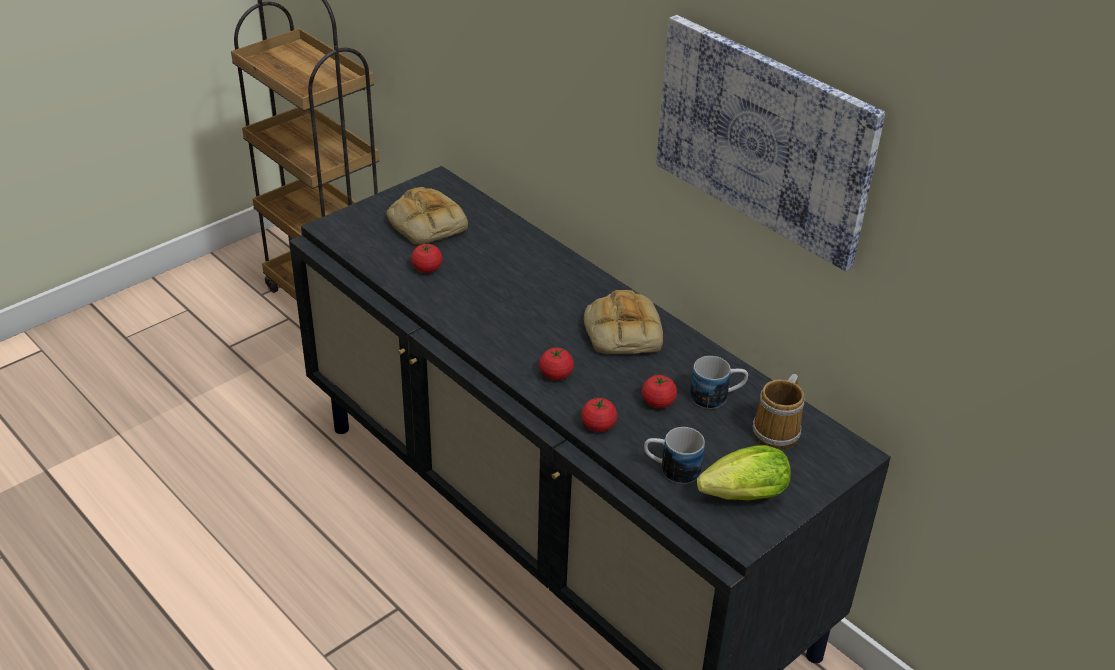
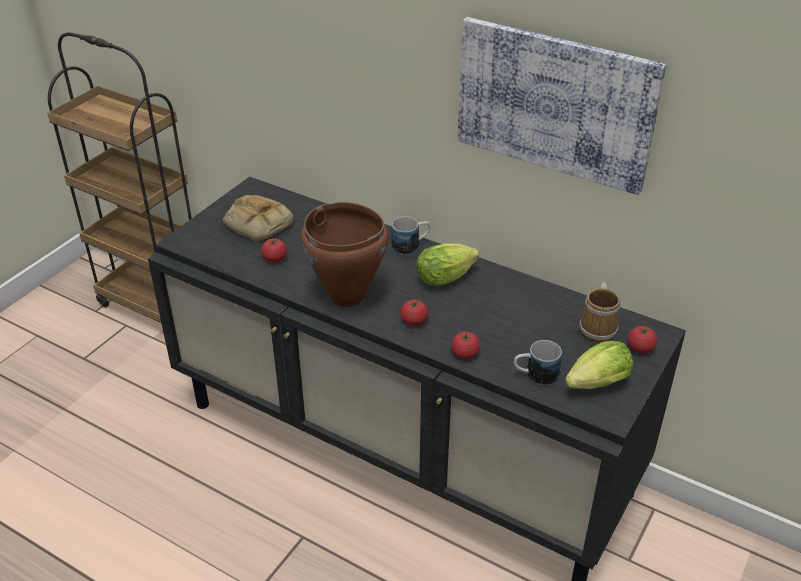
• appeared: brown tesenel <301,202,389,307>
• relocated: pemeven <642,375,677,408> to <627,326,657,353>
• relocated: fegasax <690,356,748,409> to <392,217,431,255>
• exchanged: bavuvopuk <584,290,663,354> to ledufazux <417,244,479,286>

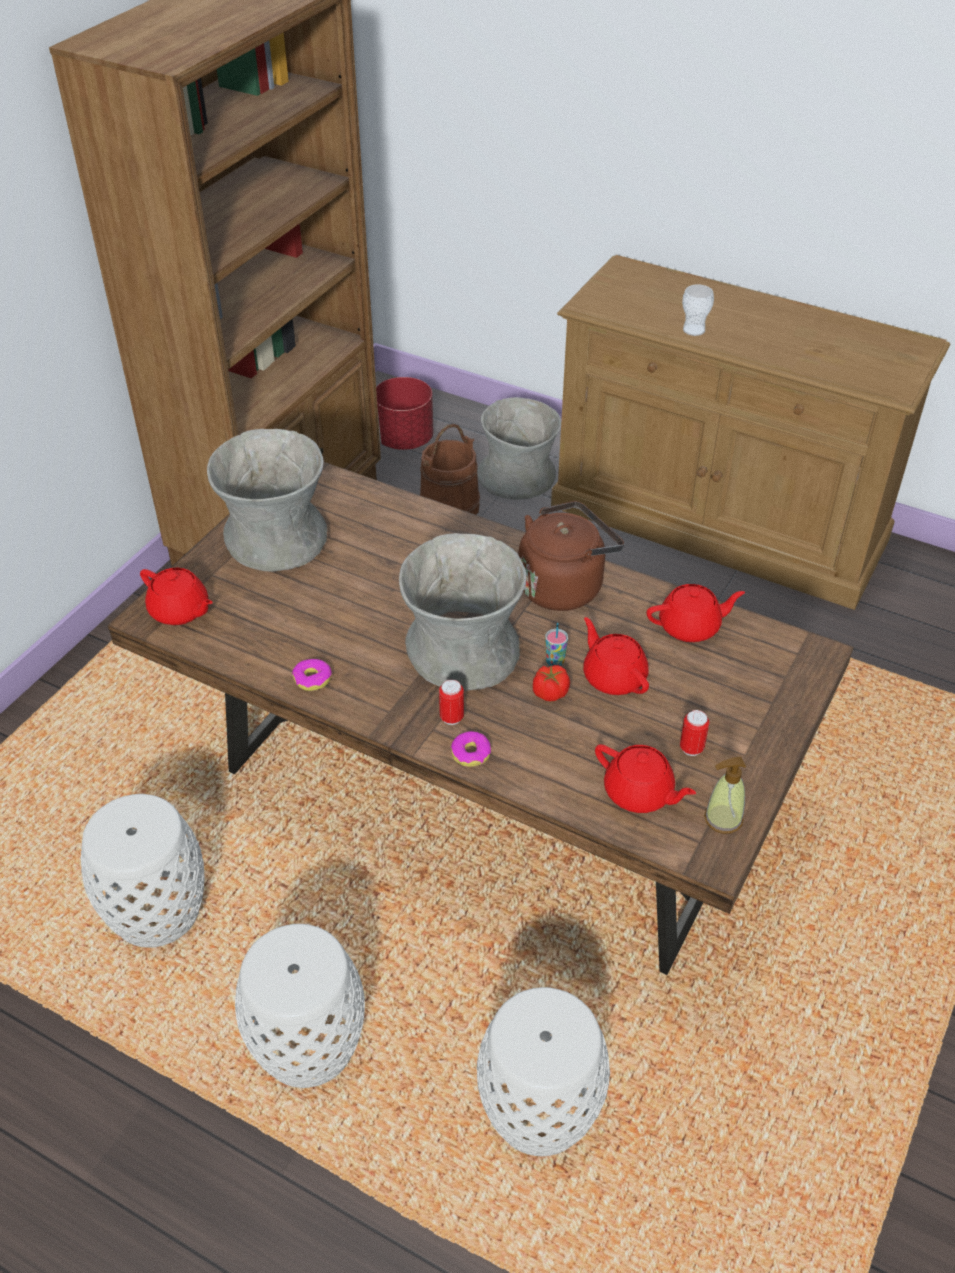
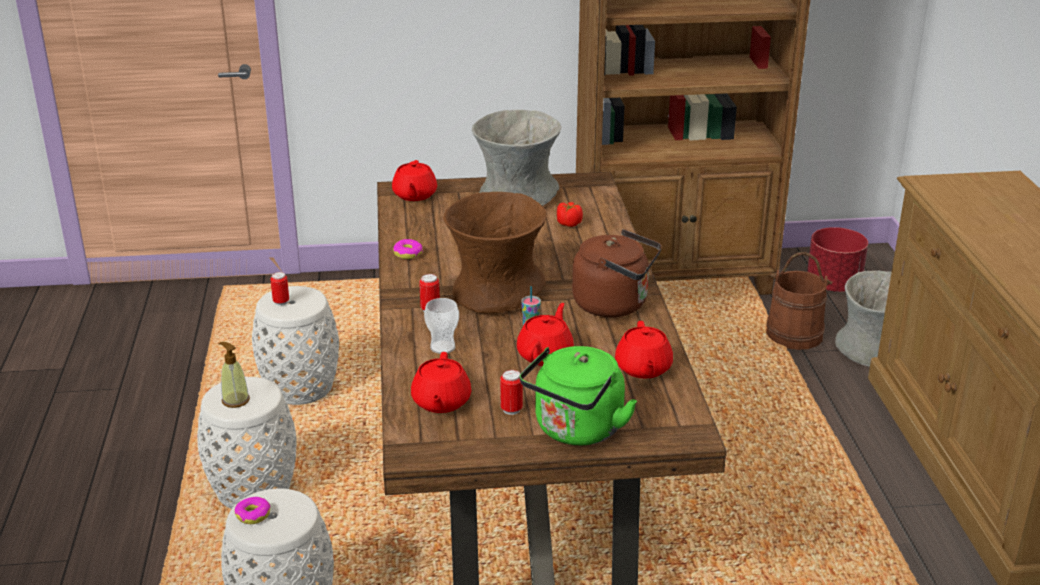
• appeared: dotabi <270,272,289,306>
• appeared: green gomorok <520,346,637,445>
• relocated: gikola <451,731,491,767> to <234,497,271,524>
• relocated: pemeven <533,665,570,701> to <557,202,583,227>
• relocated: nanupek <682,284,714,336> to <424,298,459,354>
• relocated: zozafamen <704,757,746,834> to <218,342,250,408>
• colour: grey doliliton <399,533,527,691> to brown doliliton <443,192,547,313>
• spun: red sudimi <647,584,745,642> = <615,321,673,379> 45 degrees clockwise

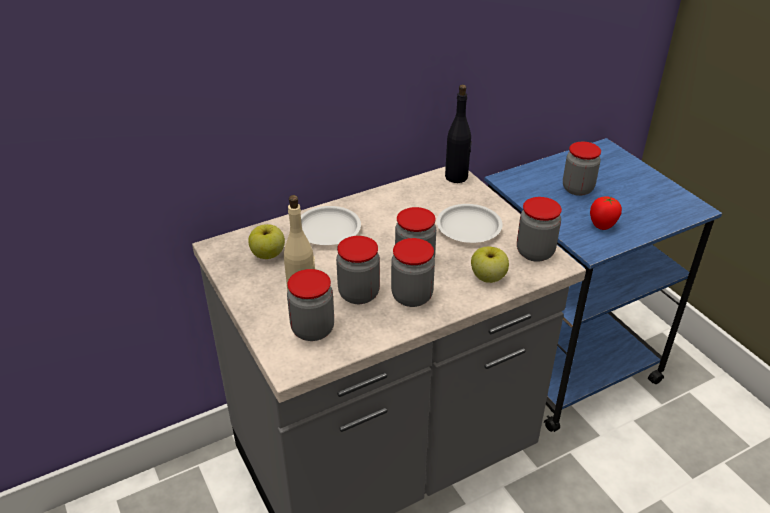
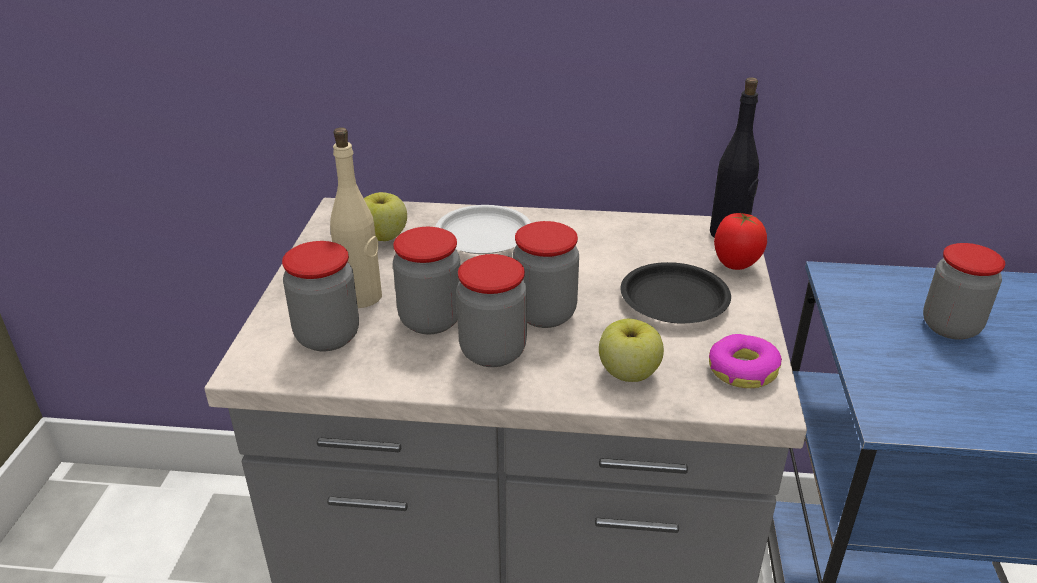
• relocated: pemeven <590,196,622,230> to <714,213,767,270>
• exchanged: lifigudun <517,197,562,262> to gikola <709,334,782,388>
• colour: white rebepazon <436,204,503,243> to black rebepazon <620,262,731,324>

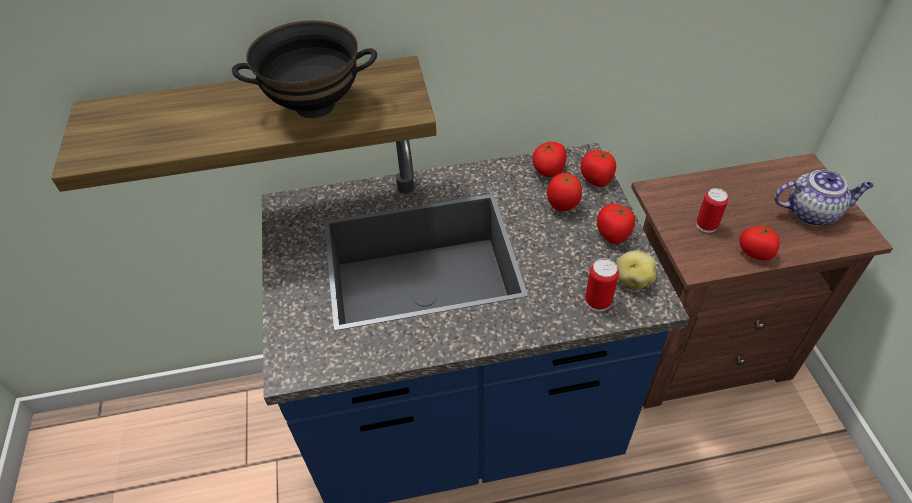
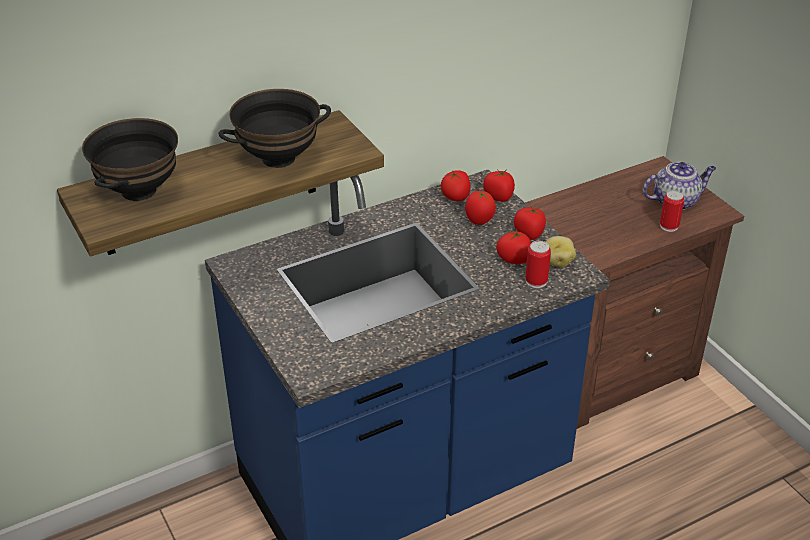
• appeared: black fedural <82,118,178,201>
• relocated: dotabi <696,188,728,233> to <660,190,684,232>
• relocated: pemeven <740,224,780,260> to <496,229,531,264>

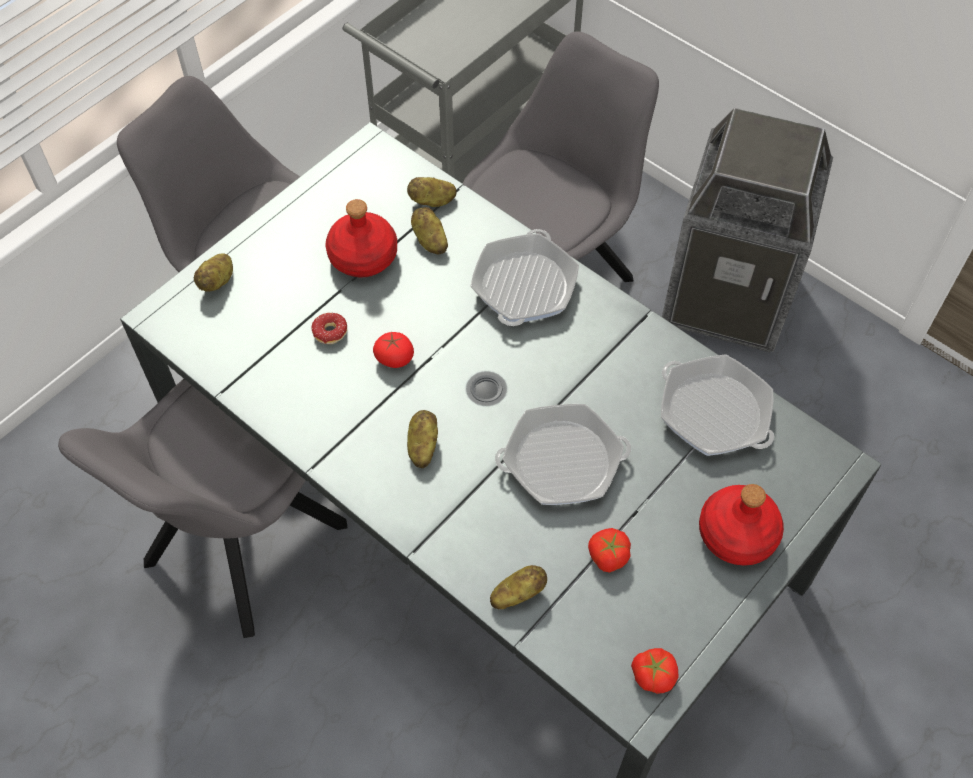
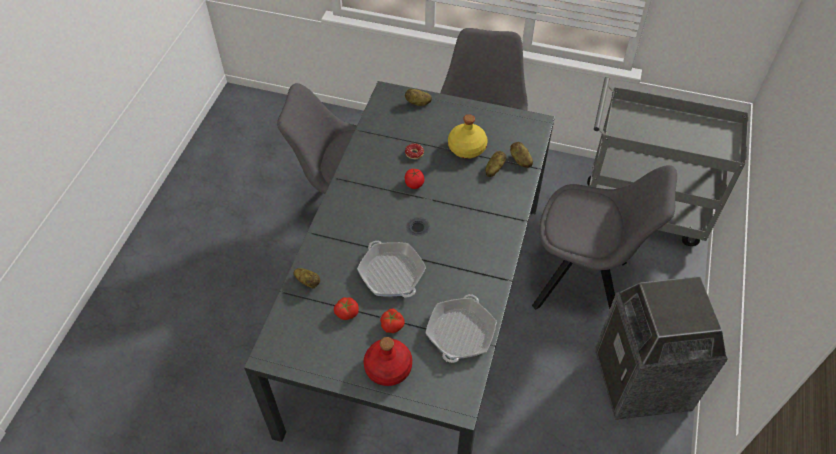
• missing: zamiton <407,410,438,468>
• missing: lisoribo <470,229,579,326>
• relocated: pemeven <631,648,679,694> to <380,309,405,333>
• colour: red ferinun <326,199,397,277> to yellow ferinun <448,114,488,159>

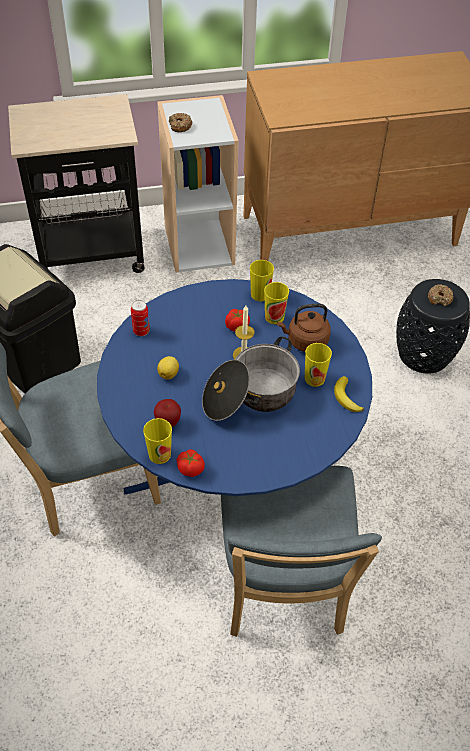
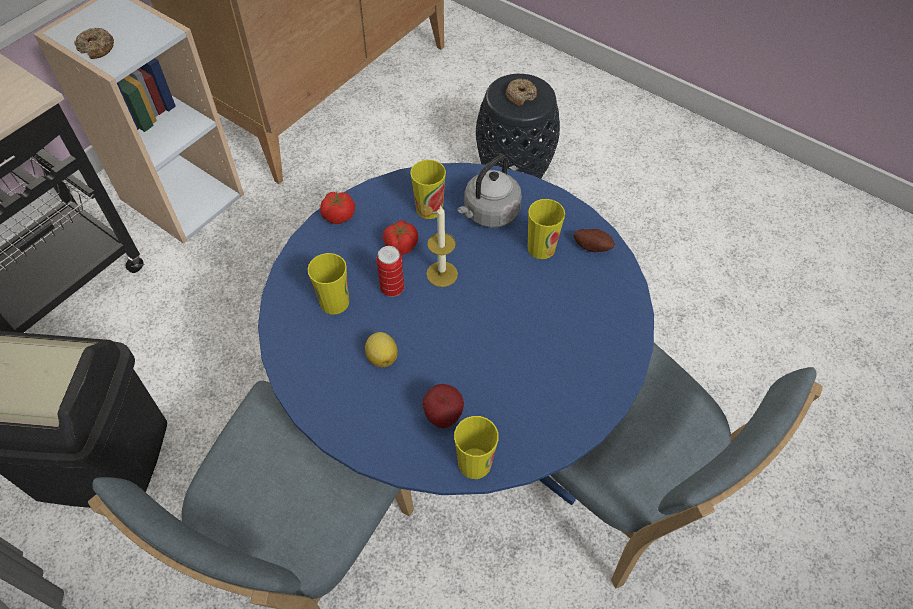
• missing: tesenel <202,337,300,421>
• relocated: dotabi <131,300,150,336> to <376,246,404,297>
• relocated: pemeven <176,449,205,477> to <320,192,355,224>
• relocated: nanupek <250,260,274,302> to <307,253,349,315>
• exchanged: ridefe <334,376,364,412> to zamiton <574,229,615,252>
• colour: brown gomorok <277,303,331,352> to grey gomorok <457,154,522,228>

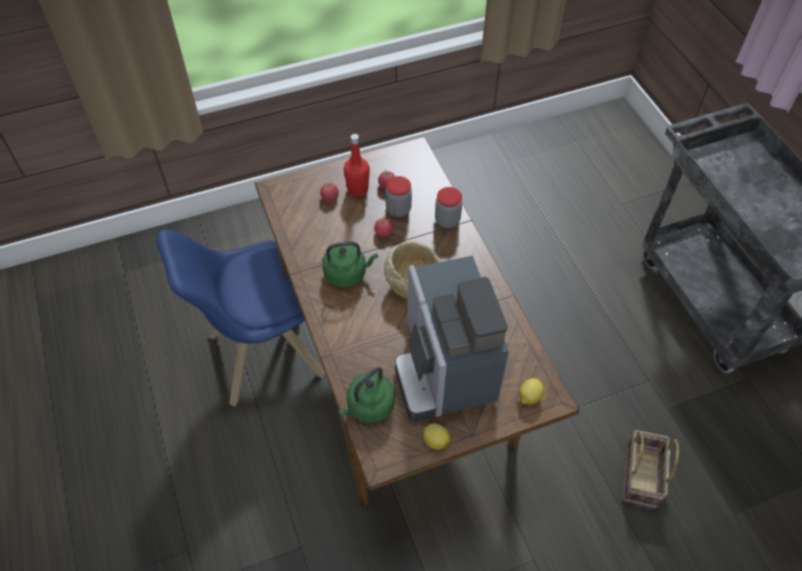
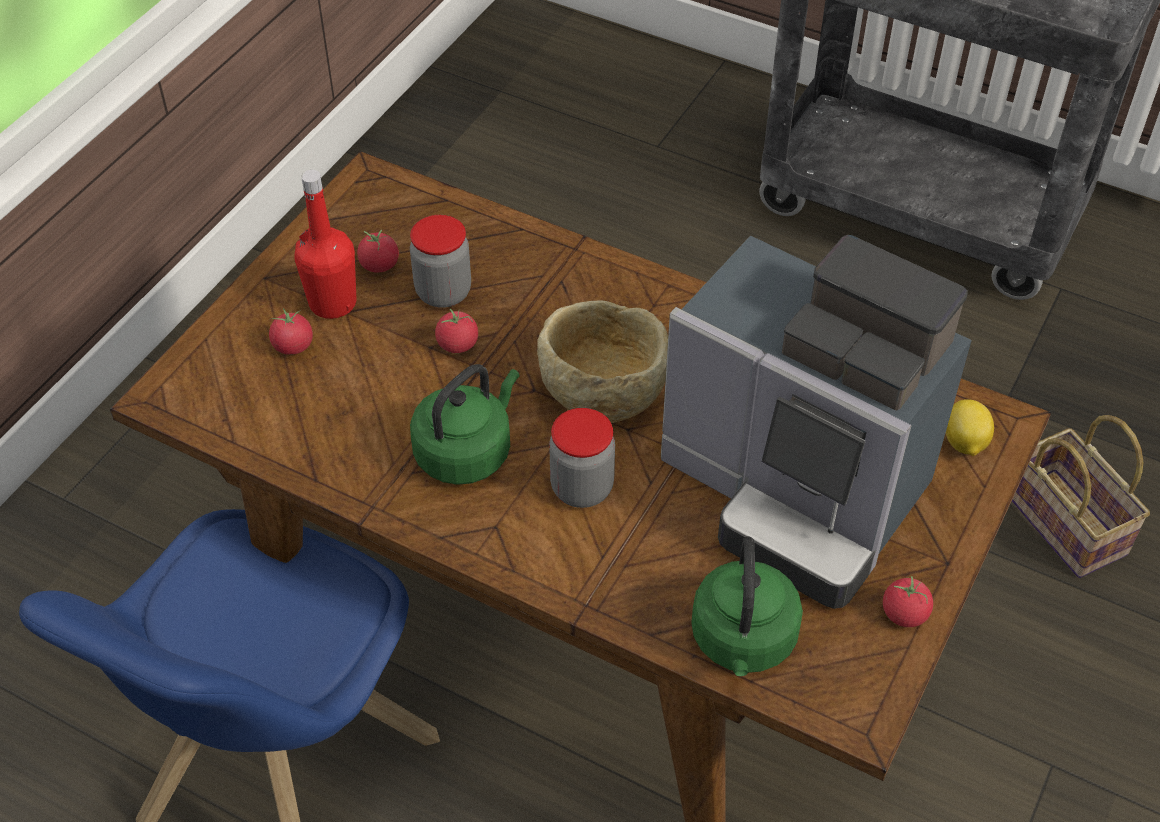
• relocated: lifigudun <435,187,462,228> to <549,408,615,508>
• exchanged: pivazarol <423,423,450,450> to pemeven <883,576,933,627>

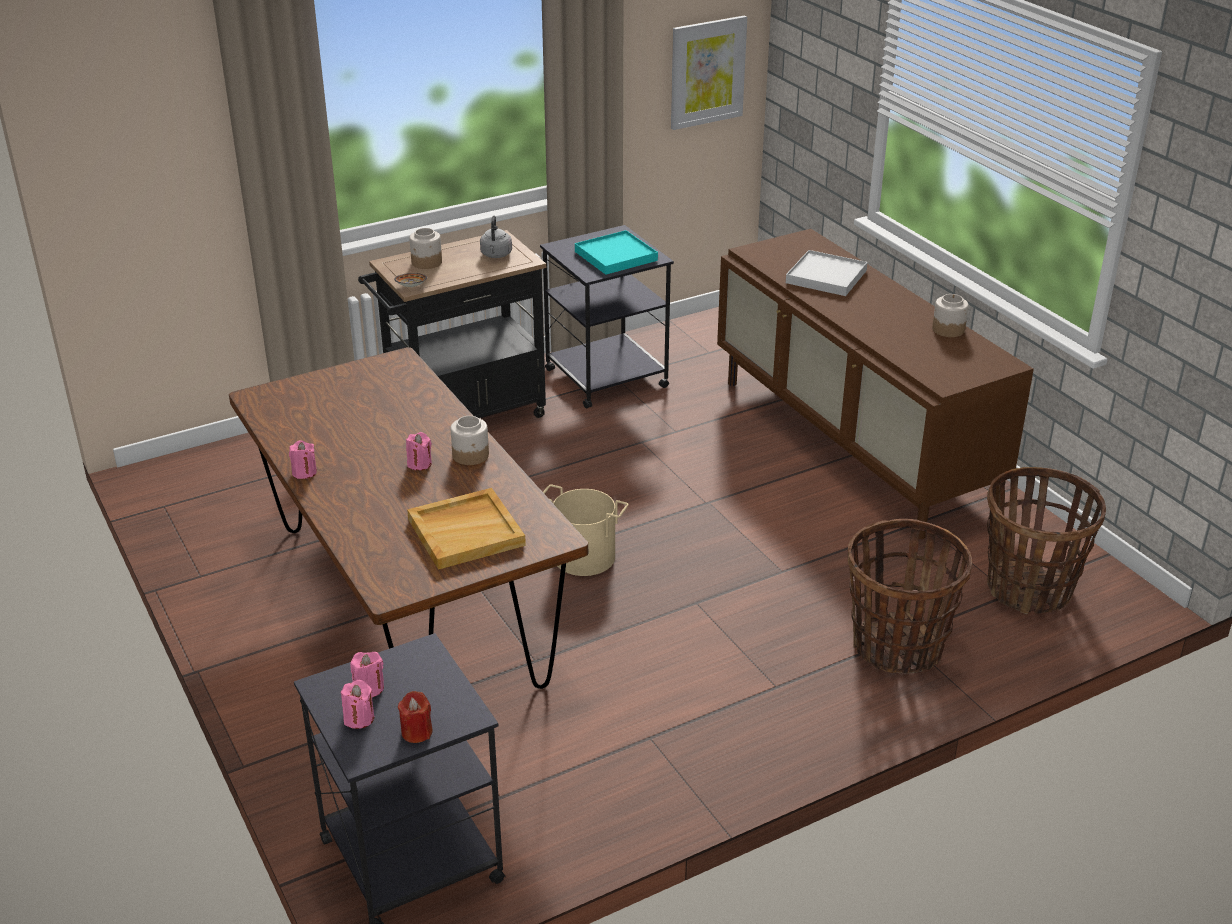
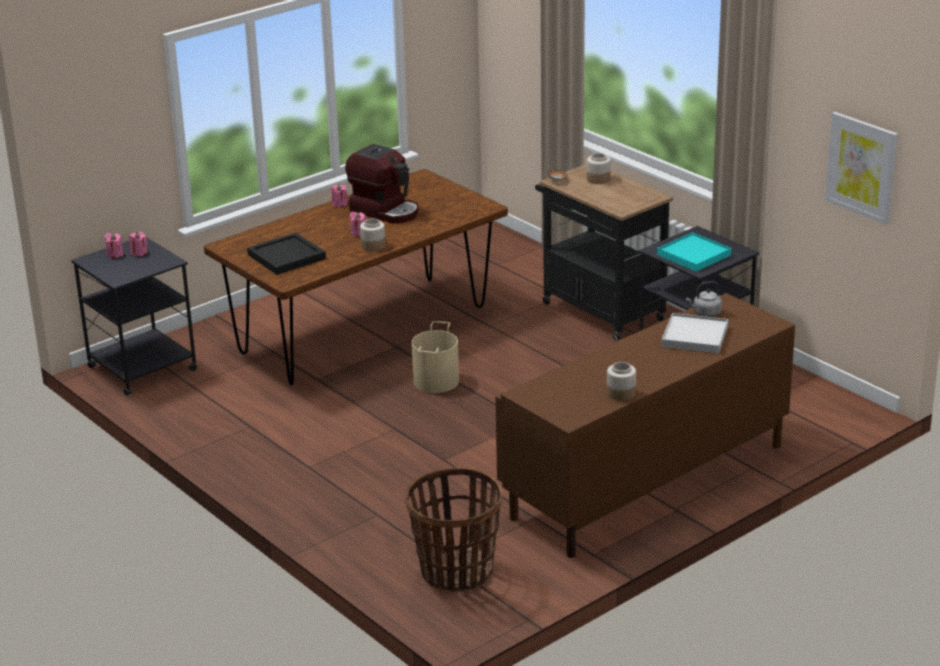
• missing: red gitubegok <398,691,433,743>
• missing: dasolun <848,519,972,674>
• appeared: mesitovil <345,144,419,223>
• relocated: grey gomorok <480,216,512,258> to <686,281,722,317>
• colour: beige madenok <407,488,526,570> to black madenok <247,233,326,275>

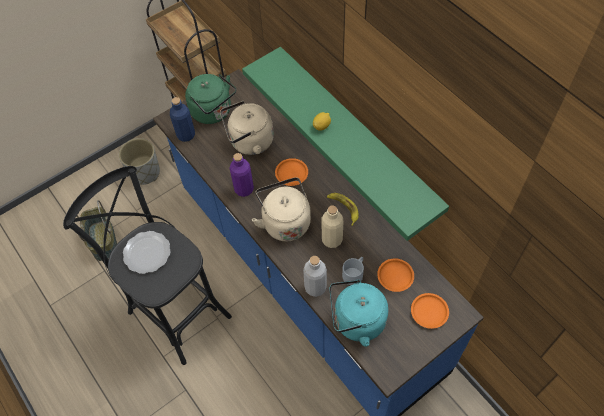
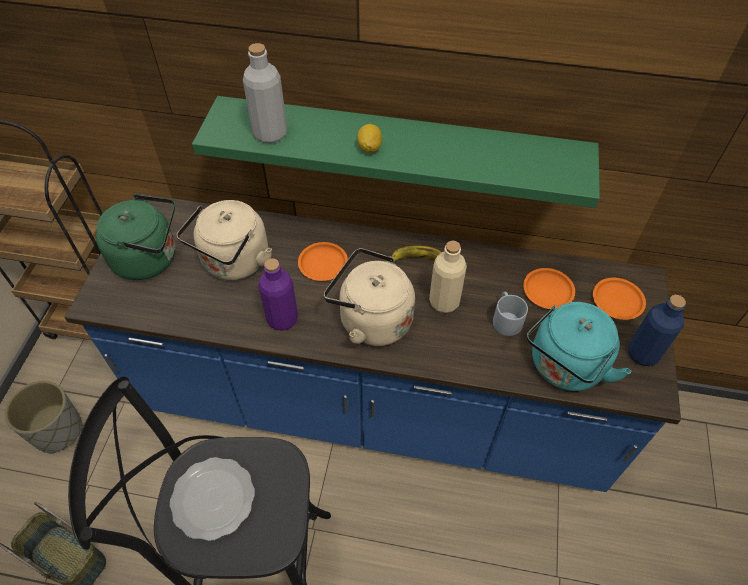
• relocated: blue ferinun <170,97,195,142> to <628,295,686,366>
• relocated: grey ferinun <303,256,327,297> to <243,43,287,143>

